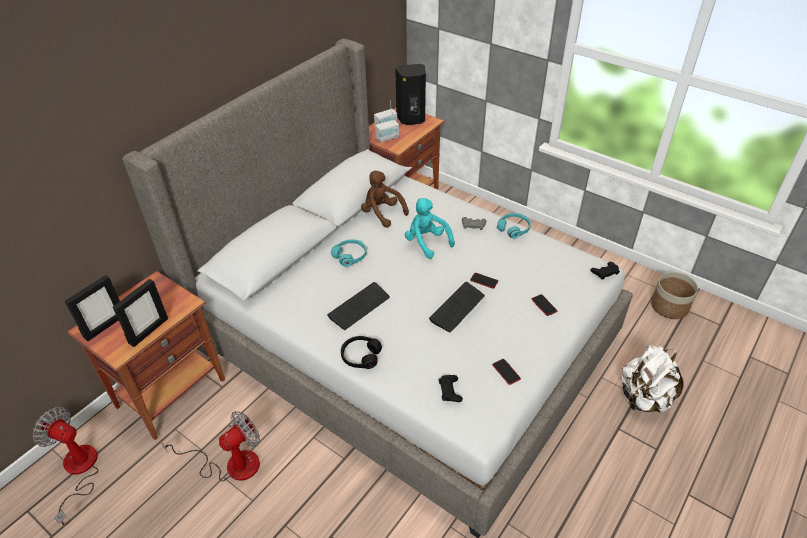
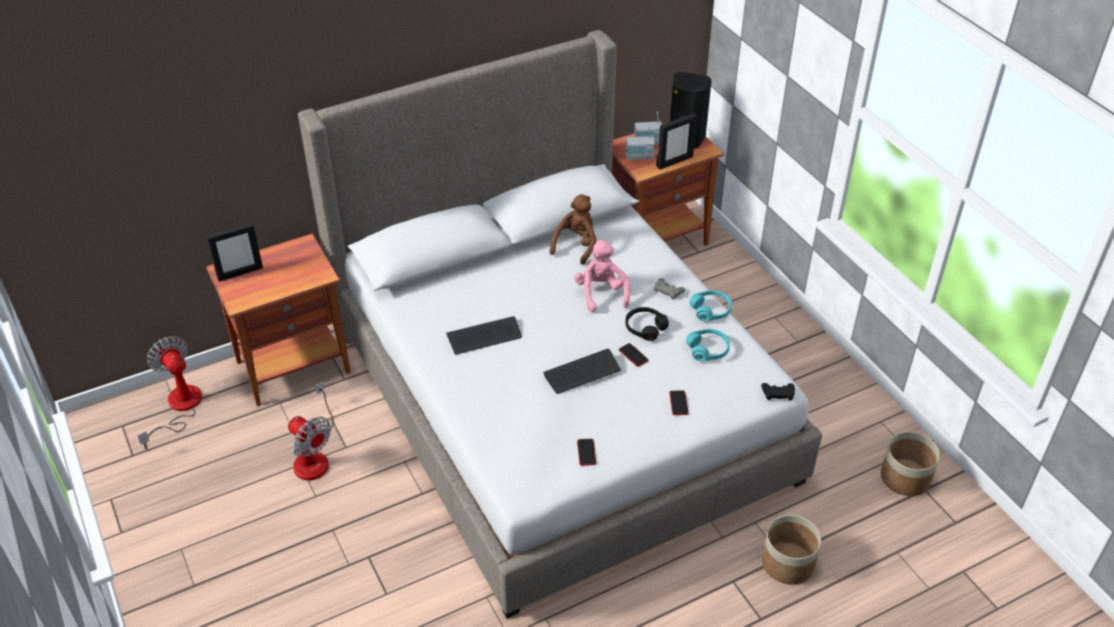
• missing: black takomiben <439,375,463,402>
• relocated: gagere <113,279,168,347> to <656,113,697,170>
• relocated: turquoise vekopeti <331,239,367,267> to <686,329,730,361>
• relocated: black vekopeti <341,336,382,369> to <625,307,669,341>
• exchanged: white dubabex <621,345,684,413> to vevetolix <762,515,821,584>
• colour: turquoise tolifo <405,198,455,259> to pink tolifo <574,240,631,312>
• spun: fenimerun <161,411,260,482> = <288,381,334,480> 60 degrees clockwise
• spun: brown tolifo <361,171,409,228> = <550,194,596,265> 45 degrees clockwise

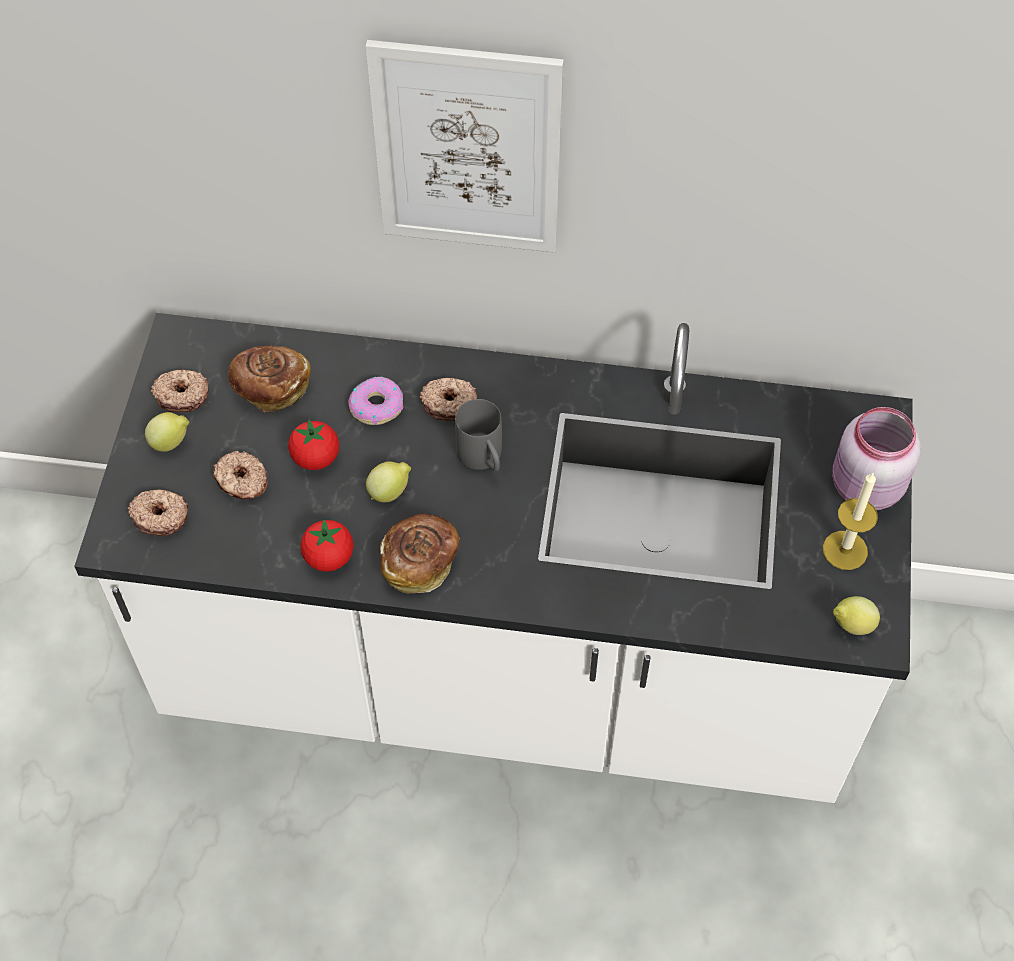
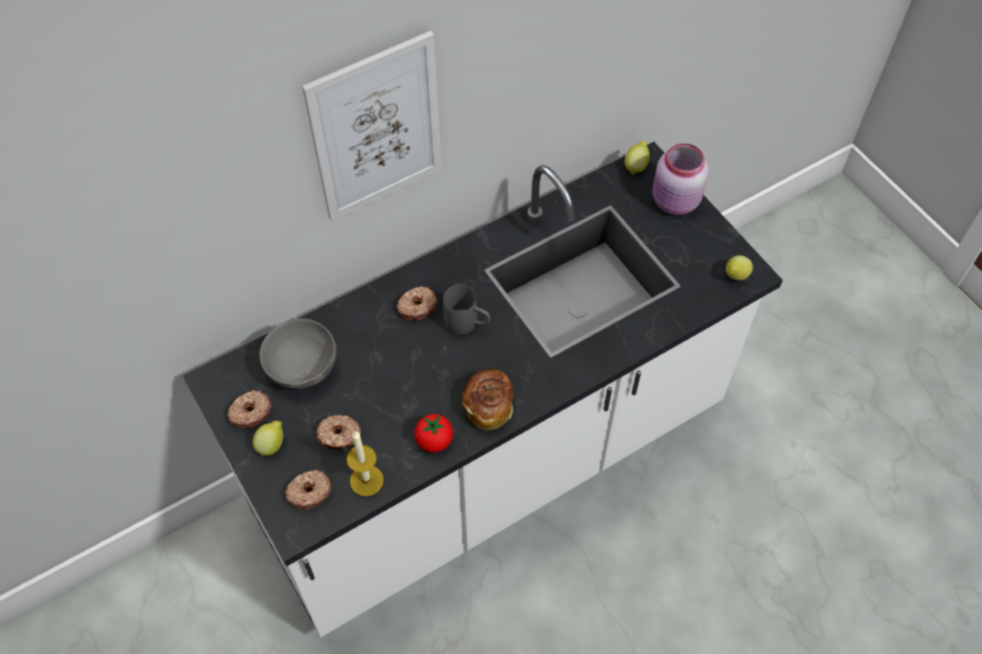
• missing: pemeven <288,419,339,470>
• missing: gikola <348,377,403,425>
• relocated: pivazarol <366,461,411,502> to <625,141,650,175>
• relocated: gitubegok <823,473,878,570> to <347,432,384,496>
• exchanged: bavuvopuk <228,345,311,412> to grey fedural <259,319,337,389>

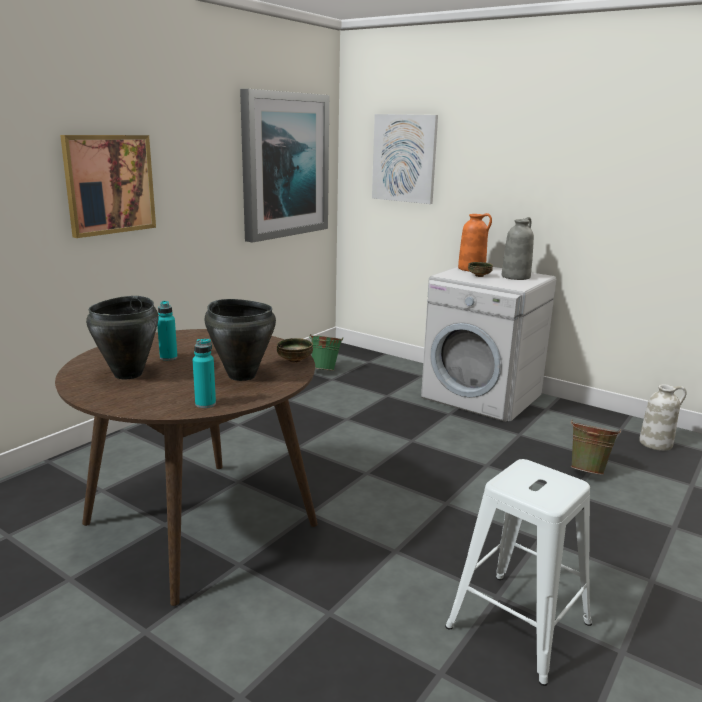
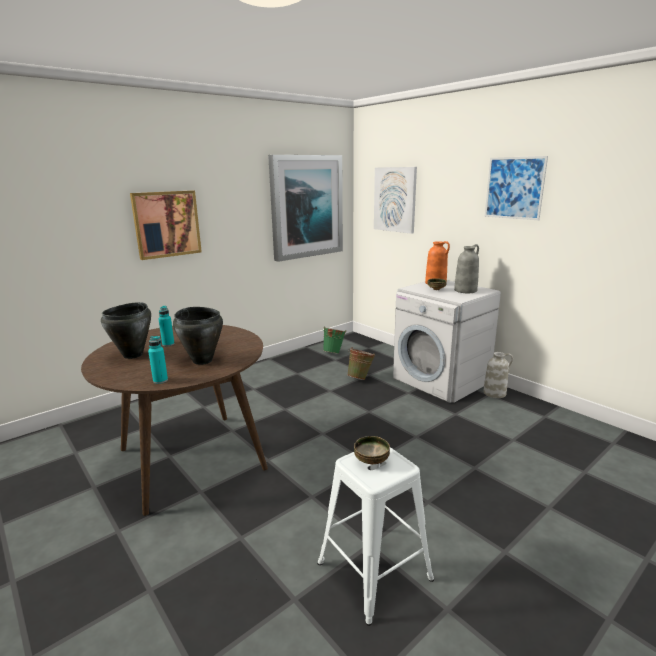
• appeared: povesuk <484,156,548,220>
• relocated: fedural <277,338,313,363> to <354,436,390,464>
• relocated: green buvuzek <571,421,621,475> to <347,347,375,380>
• relocated: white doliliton <639,384,687,451> to <483,352,513,398>

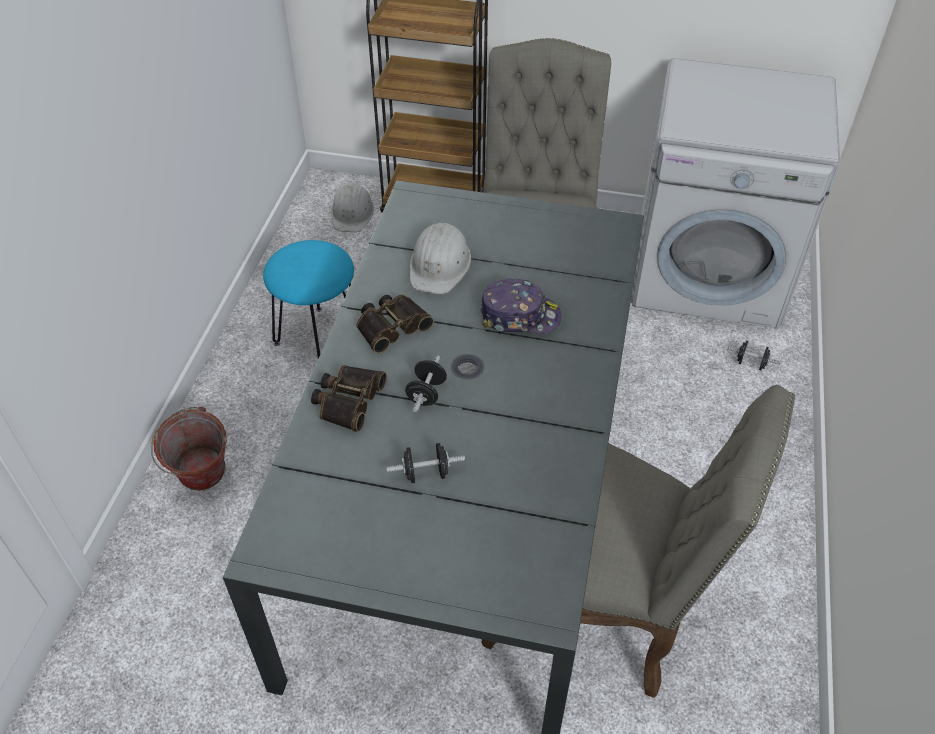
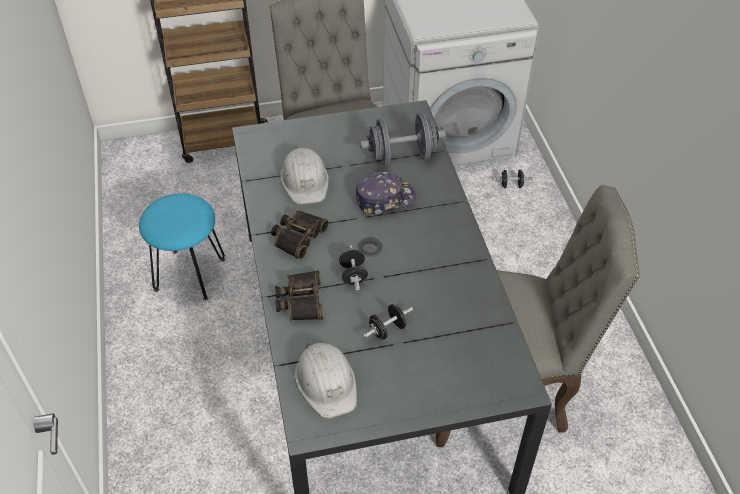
• missing: buvuzek <151,406,227,490>
• appeared: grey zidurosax <360,113,446,165>
• relocated: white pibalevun <331,183,374,232> to <295,343,357,419>

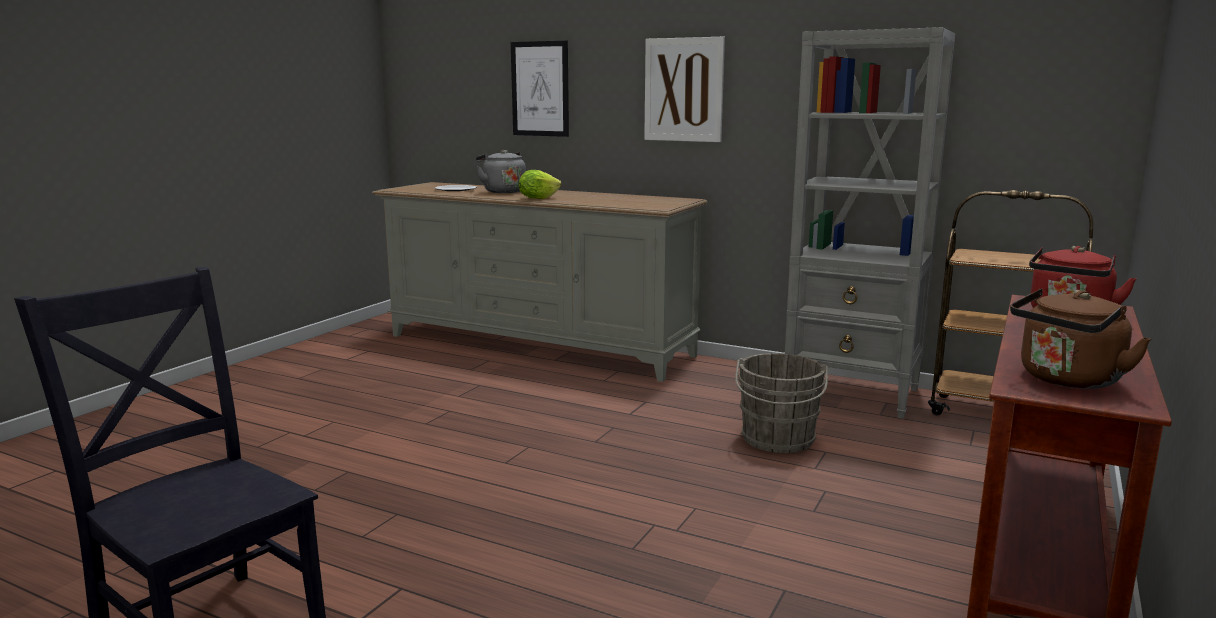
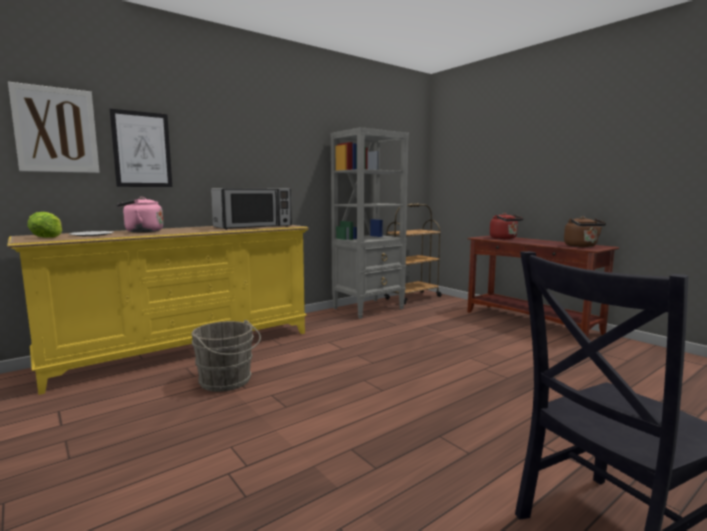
• appeared: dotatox <211,188,292,230>
• relocated: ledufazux <519,170,562,199> to <28,212,62,238>
• relocated: povesuk <644,37,725,142> to <8,82,100,173>
• relocated: grey buvuzek <735,353,828,453> to <192,320,261,392>
• colour: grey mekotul <372,182,708,382> to yellow mekotul <7,225,309,395>
• colour: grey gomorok <476,150,526,193> to pink gomorok <116,197,164,233>

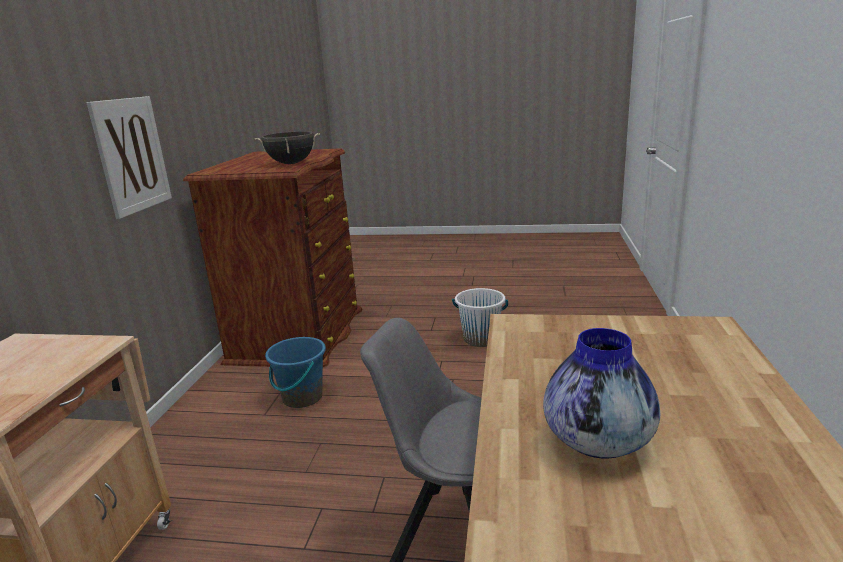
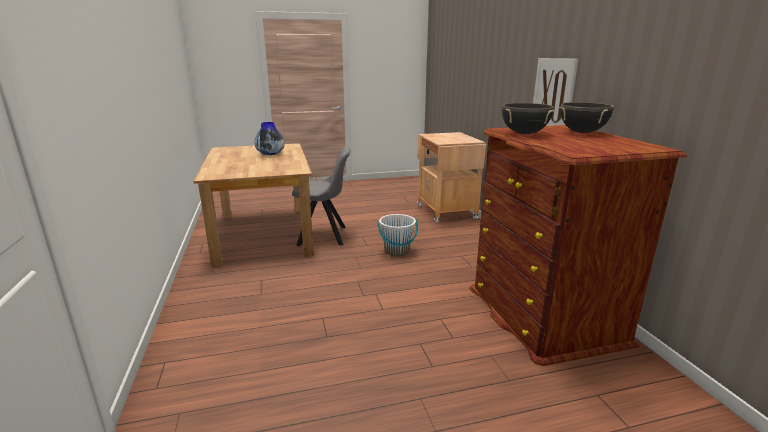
• missing: blue buvuzek <265,337,326,408>
• appeared: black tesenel <559,102,614,133>
• relocated: white buvuzek <452,288,508,347> to <377,214,418,256>

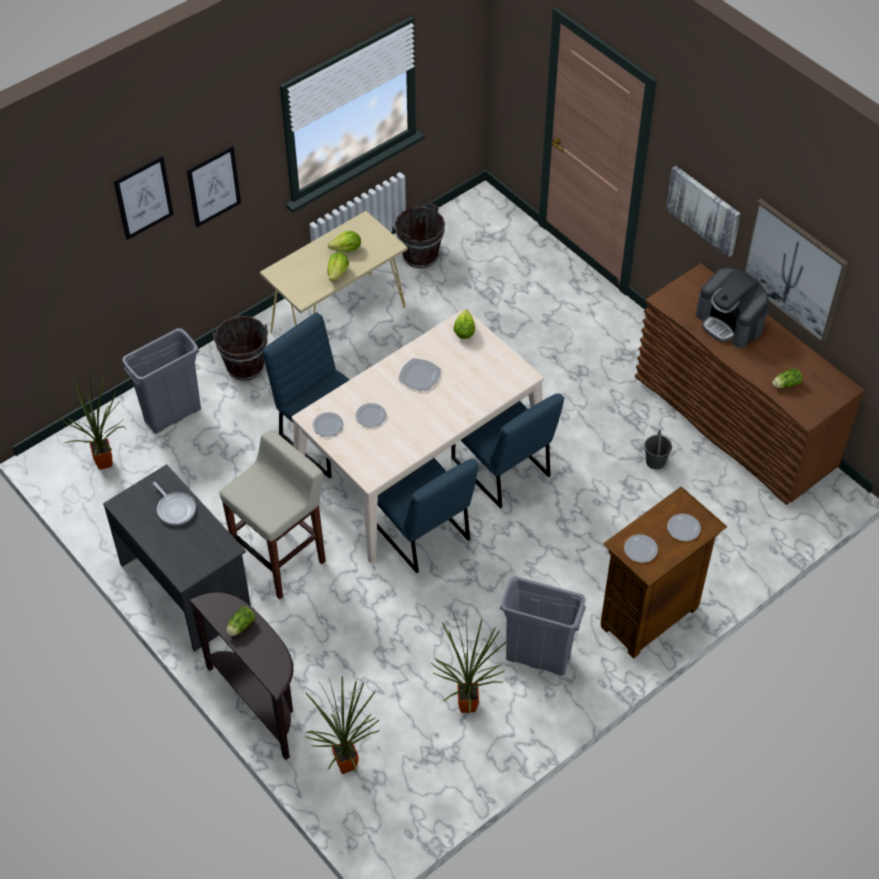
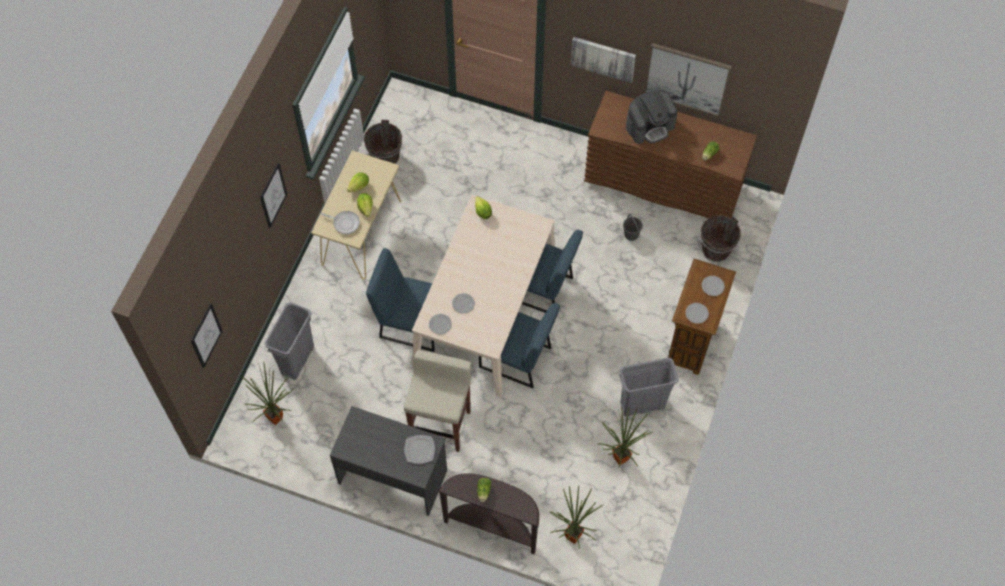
• relocated: povesuk <114,156,174,240> to <191,303,223,368>
• relocated: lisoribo <153,482,196,525> to <321,211,360,234>
• relocated: brown buvuzek <213,316,268,381> to <701,215,741,262>
• relocated: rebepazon <398,358,441,391> to <404,435,435,464>
• spun: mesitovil <696,267,769,348> = <626,90,677,144> 45 degrees counterclockwise

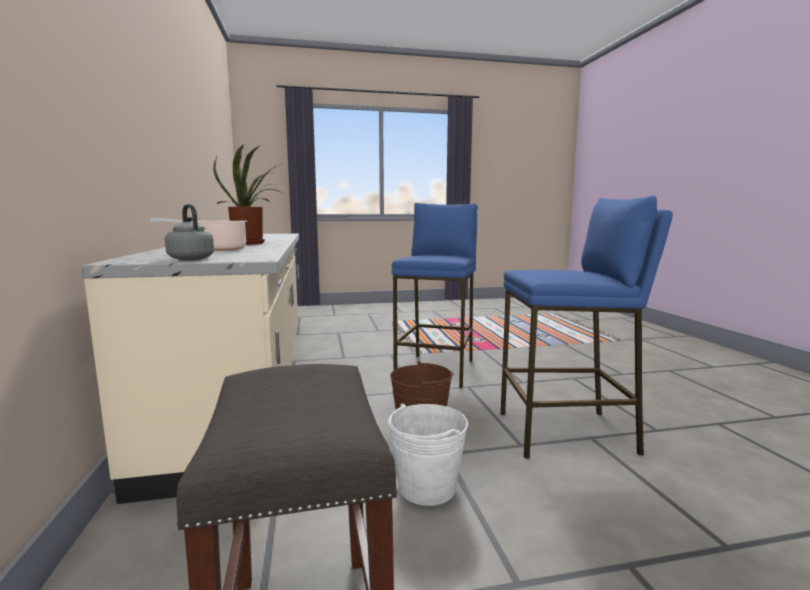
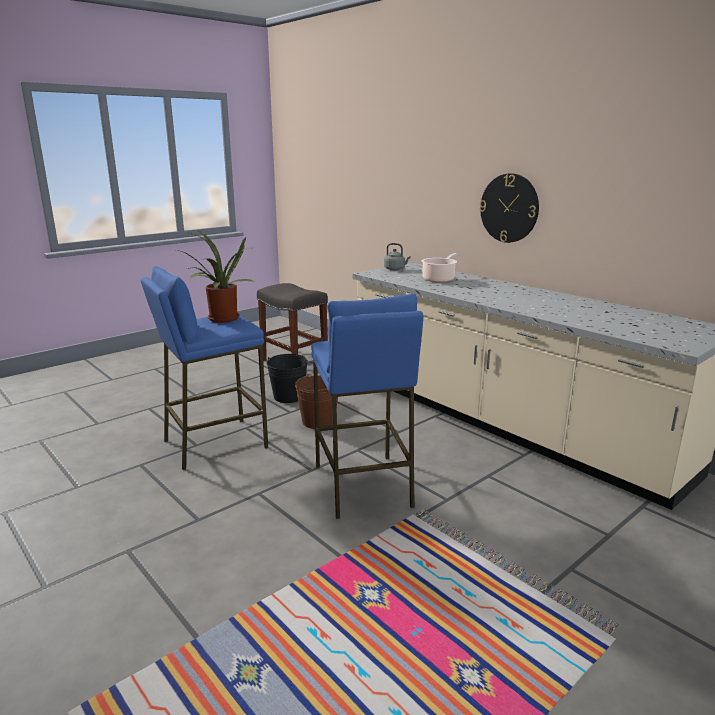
• appeared: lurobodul <479,173,539,243>
• relocated: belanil <213,144,282,245> to <176,231,254,323>
• colour: white buvuzek <388,403,468,506> to black buvuzek <267,354,308,403>

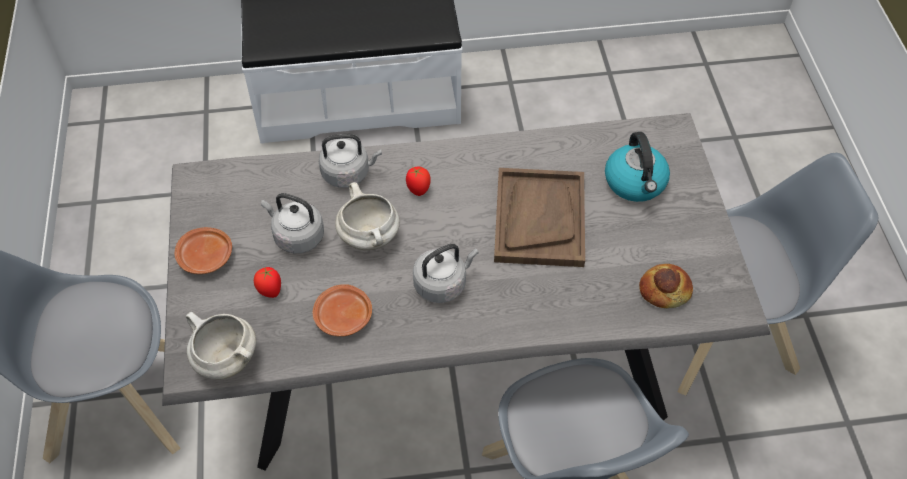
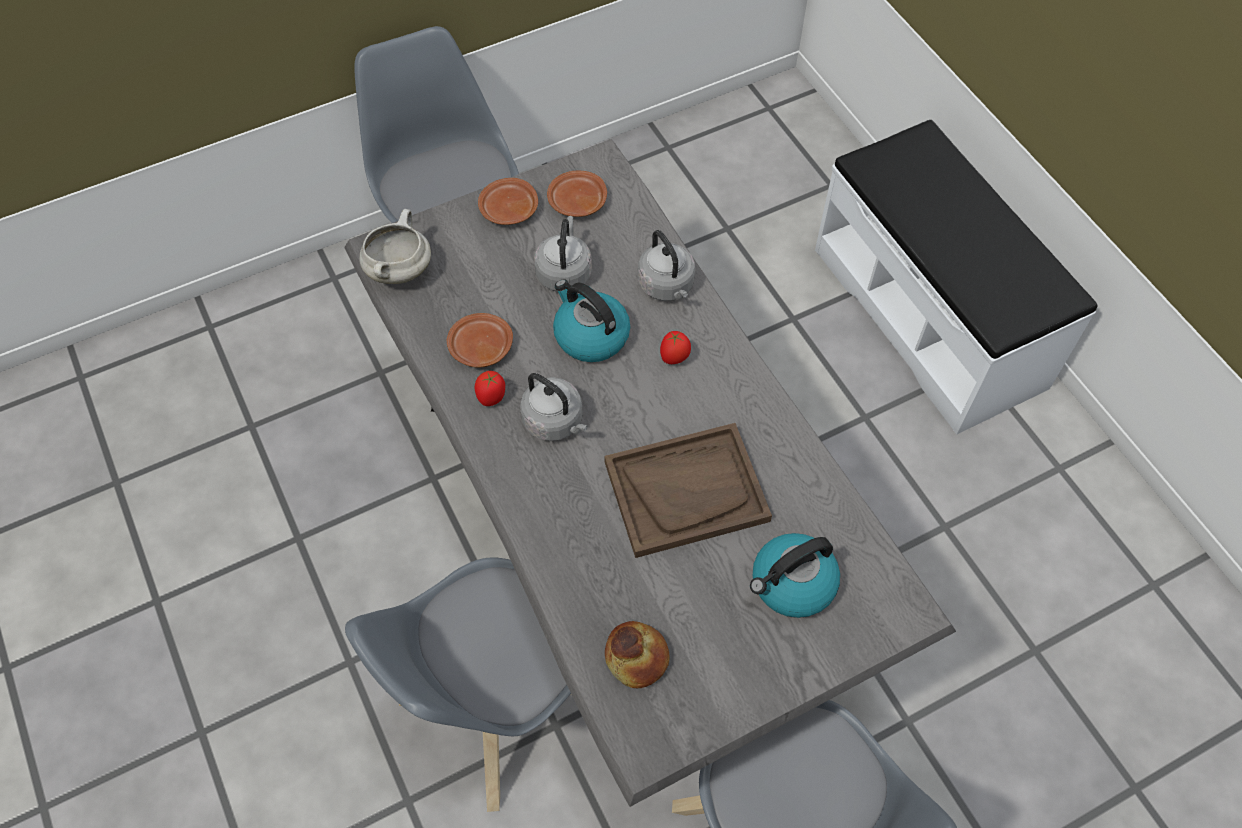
• appeared: brown rebepazon <547,170,607,217>
• relocated: pemeven <254,267,281,298> to <475,371,505,406>
• exchanged: white tesenel <335,182,400,250> to gomorok <553,279,630,362>

